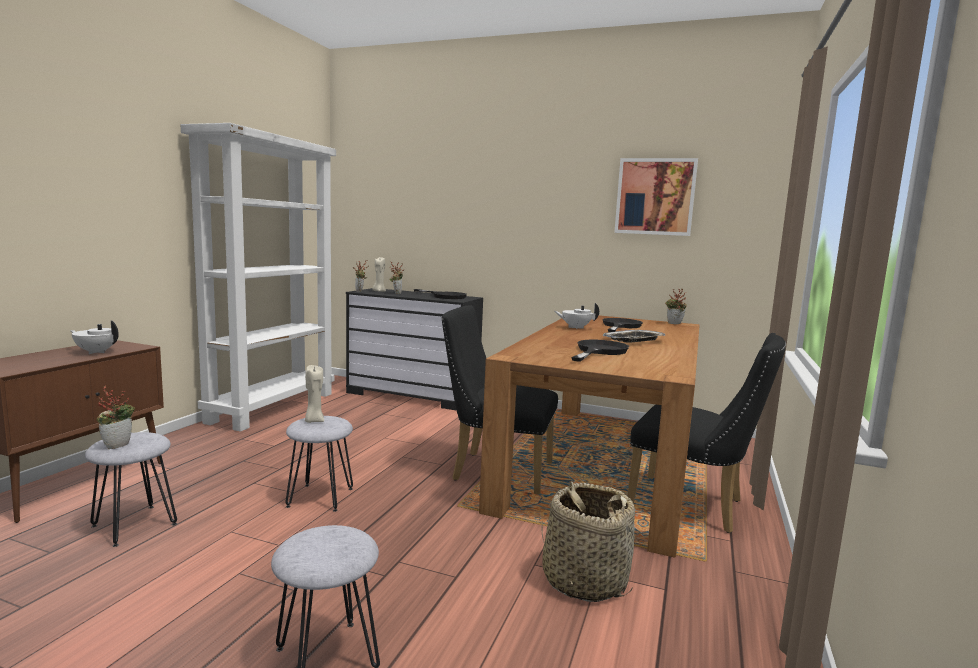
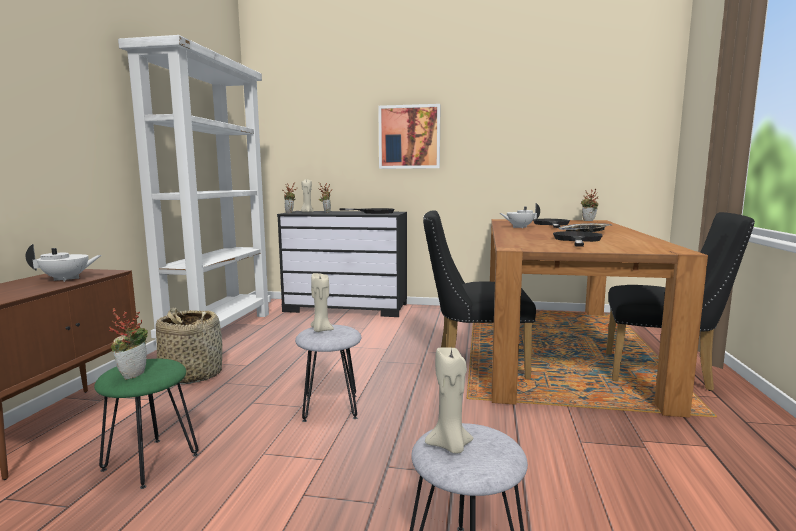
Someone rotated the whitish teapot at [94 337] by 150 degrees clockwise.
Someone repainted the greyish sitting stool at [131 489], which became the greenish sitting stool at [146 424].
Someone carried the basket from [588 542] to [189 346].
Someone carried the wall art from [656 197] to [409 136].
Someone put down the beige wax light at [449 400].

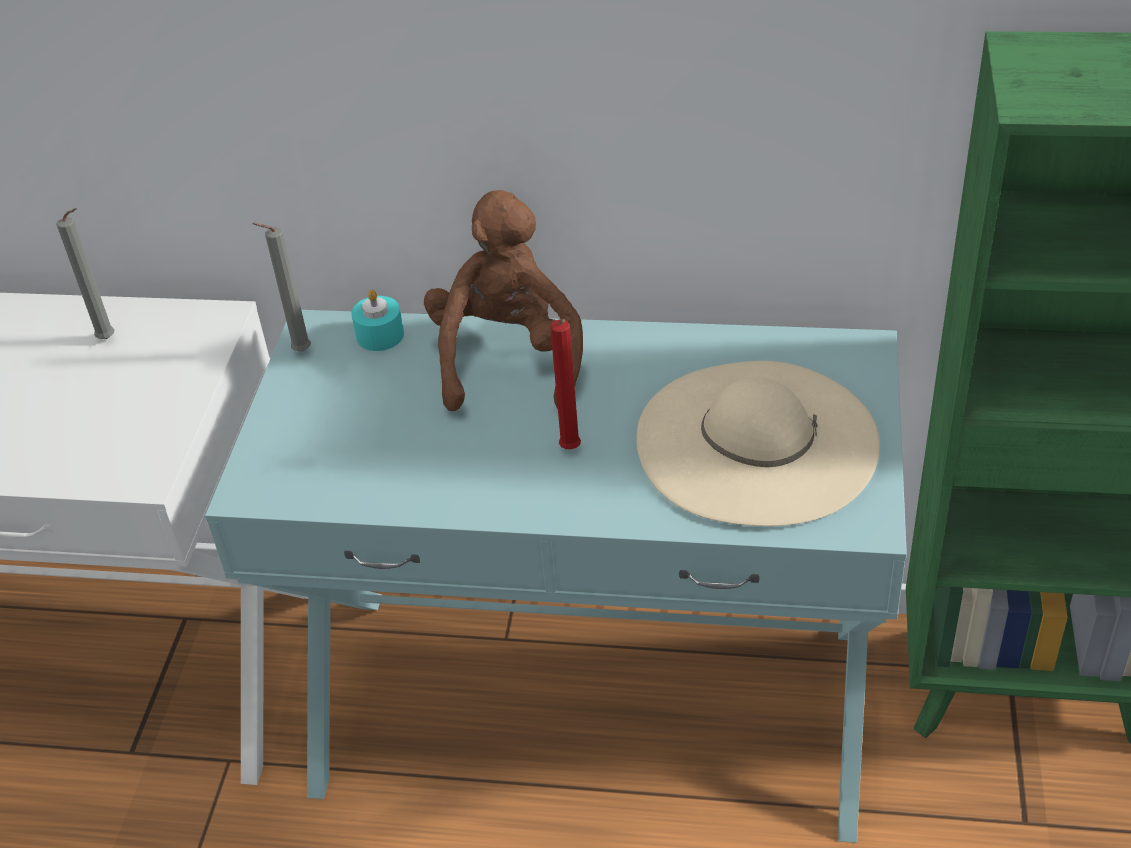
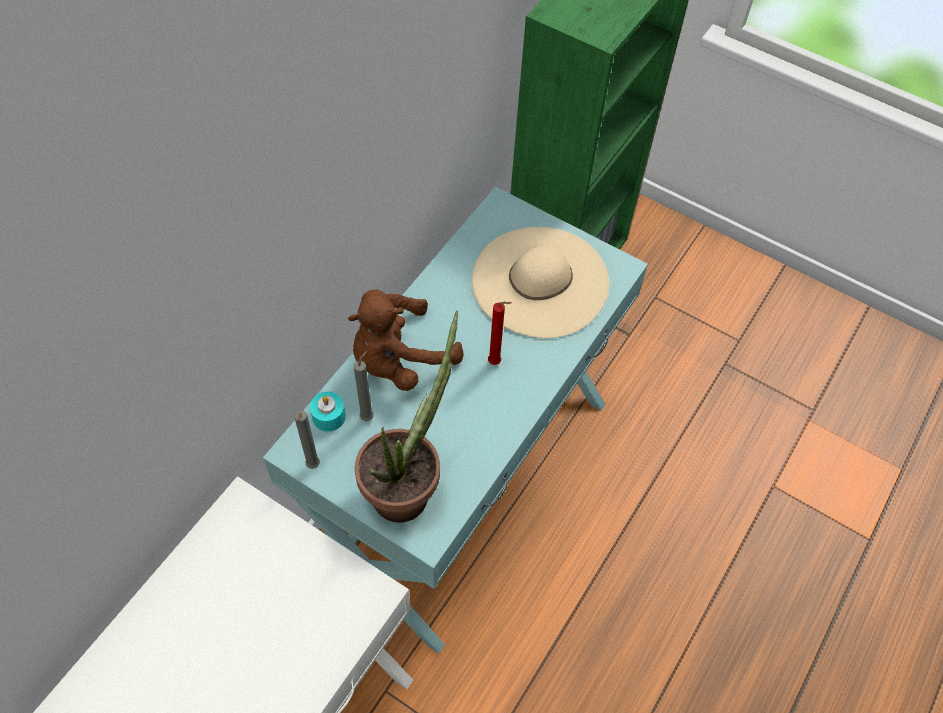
Someone carried the greyish wax light from [85 273] to [364 385].
Someone rotated the brown cuddly toy at [503 300] by 60 degrees counterclockwise.
Someone put down the plant in a pot at [406 416].

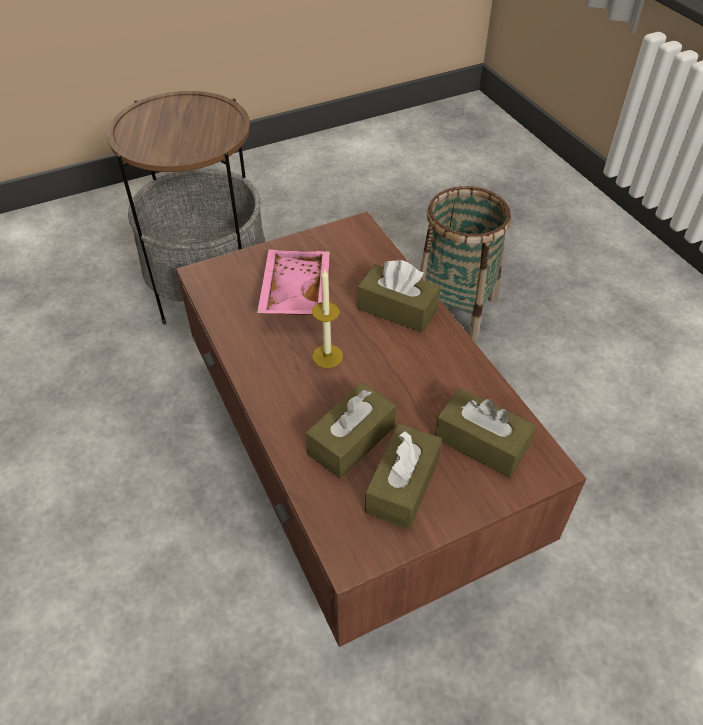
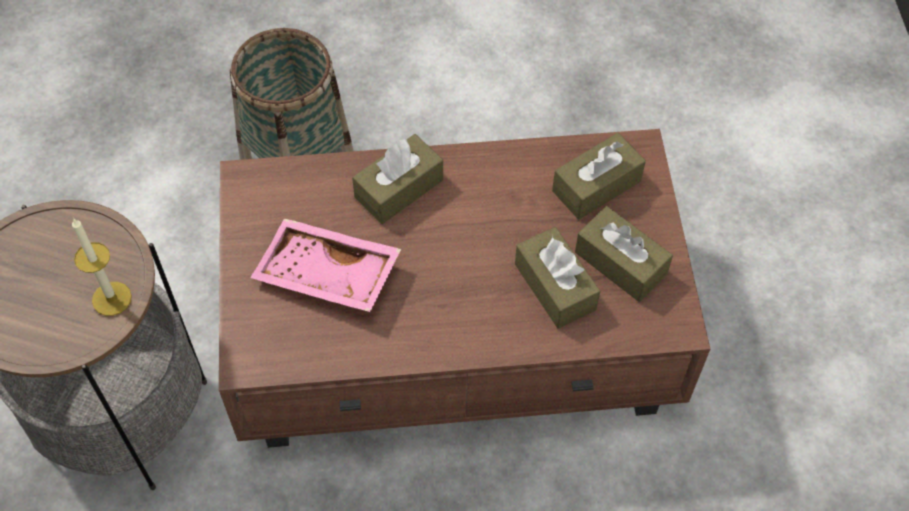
Someone carried the wax light from [327 318] to [102 267].

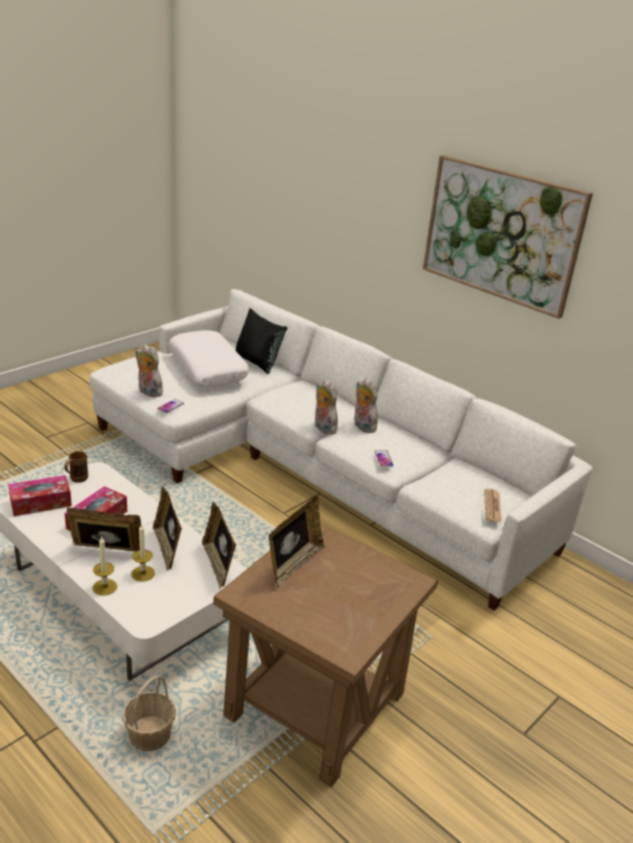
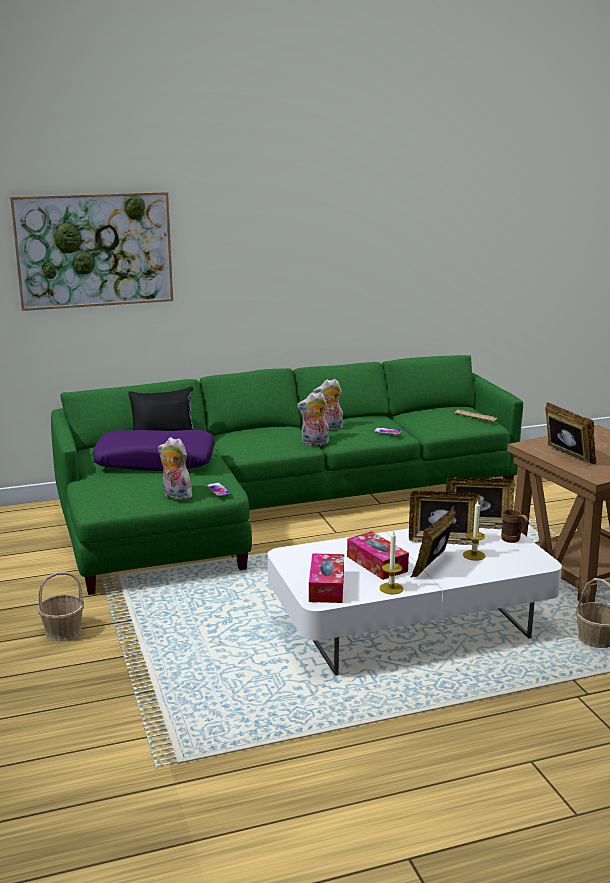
Someone carried the brown coffee mug from [76 466] to [515 526].
Someone repainted the whitish settee at [340 449], which became the greenish settee at [287 475].
Someone carried the wax light from [105 565] to [391 562].
Someone rotated the cuddly toy at [149 370] by 60 degrees clockwise.
Someone repainted the whitish pillow at [208 358], which became the purplish pillow at [154 450].
Someone carried the wall art from [508 237] to [91 251].
Someone put down the basket at [61 606].

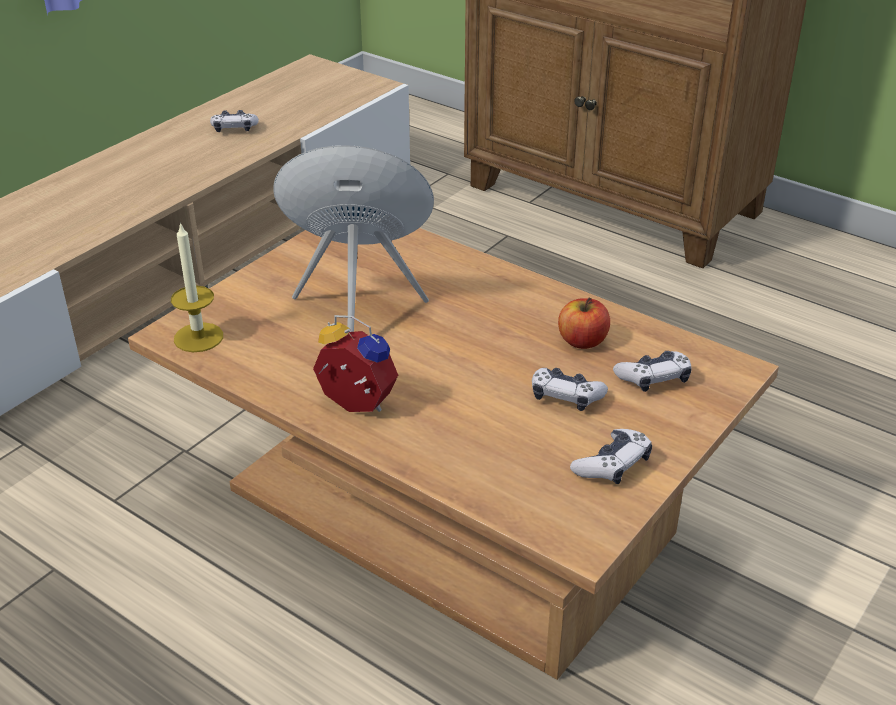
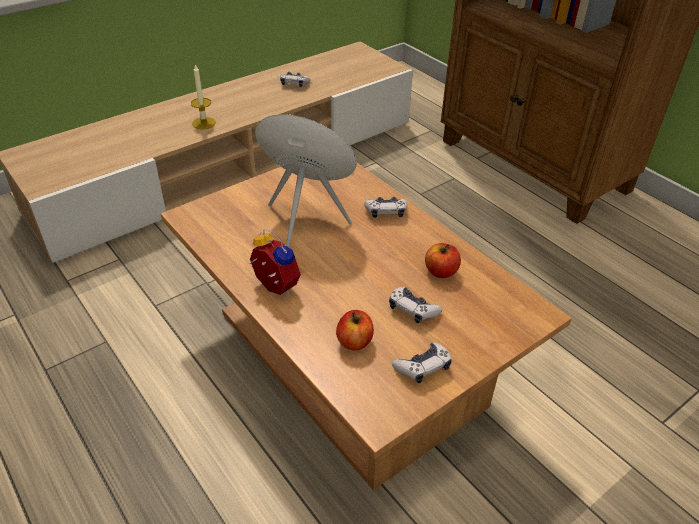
Someone carried the wax light from [197 287] to [203 96].
Someone carried the game controller from [652 371] to [385 207].
Someone put down the apple at [355 330].

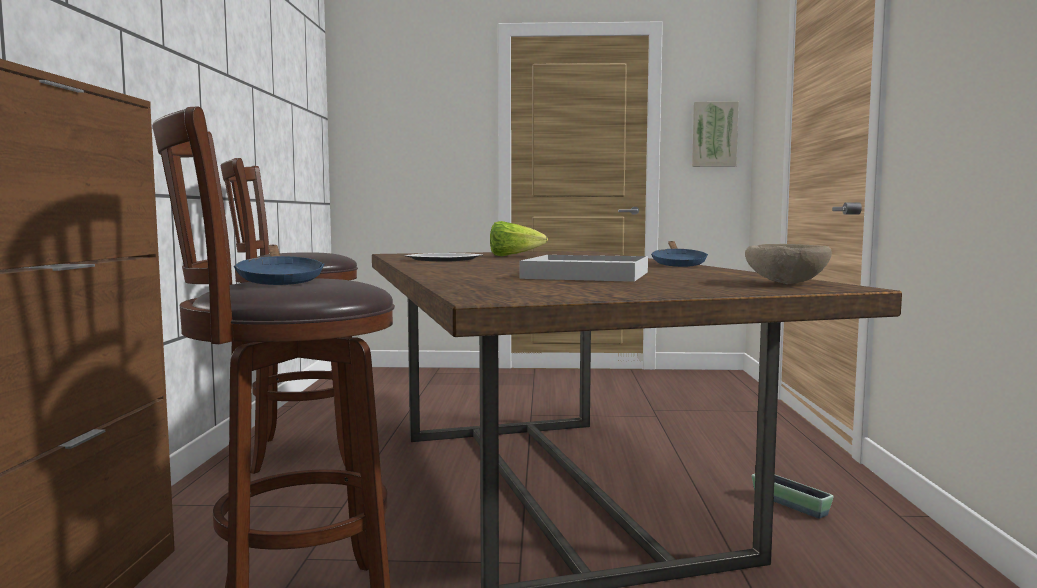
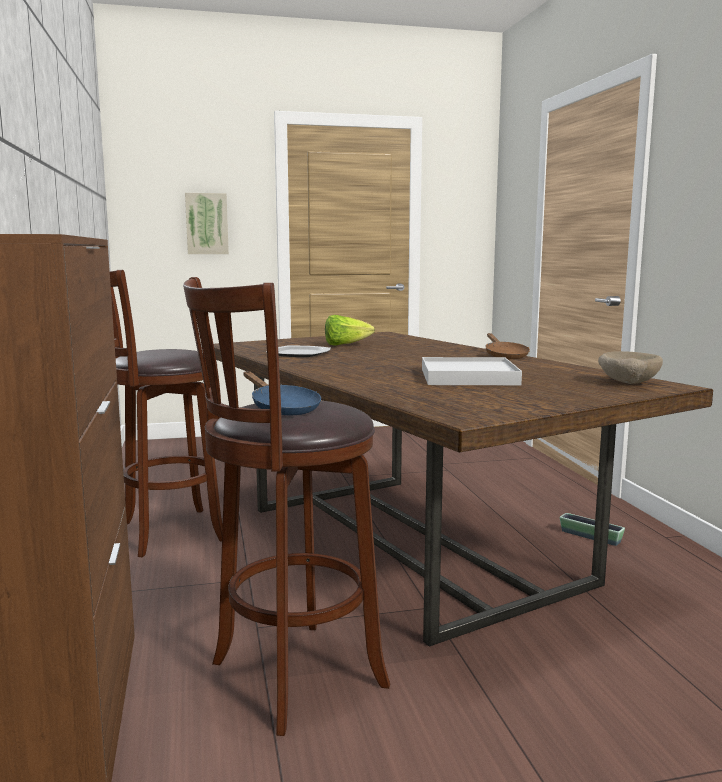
Someone repainted the blue-coloured frying pan at [679 254], which became the brown frying pan at [507 346].
Someone carried the wall art from [715 134] to [207 223].

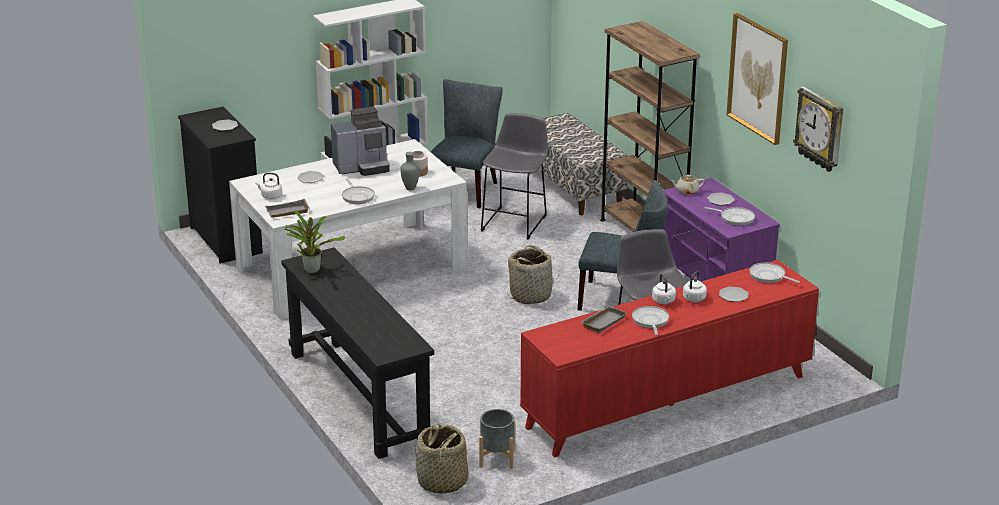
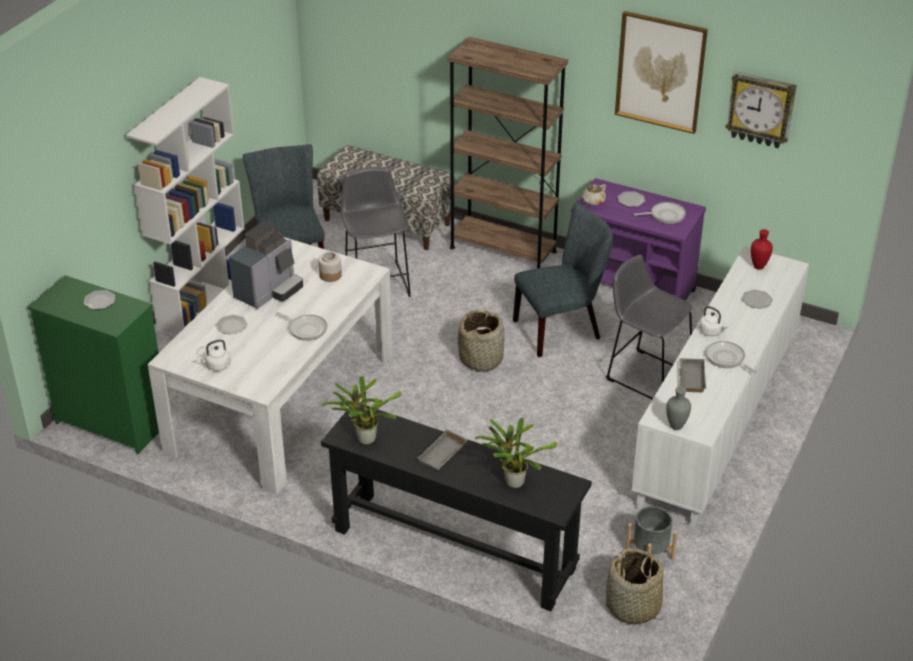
Someone repainted the blackish dresser at [220 185], which became the greenish dresser at [93 364].
Someone carried the greyish serving tray from [287 208] to [442 449].
Someone carried the greyish vase from [410 171] to [678 408].
Someone repainted the red-coloured cupboard at [669 358], which became the whitish cupboard at [720 387].
Someone took away the whitish water kettle at [695 286].
Someone swapped the frying pan at [774 273] for the red-coloured vase at [762 249].
Someone put down the plant in a pot at [516 453].

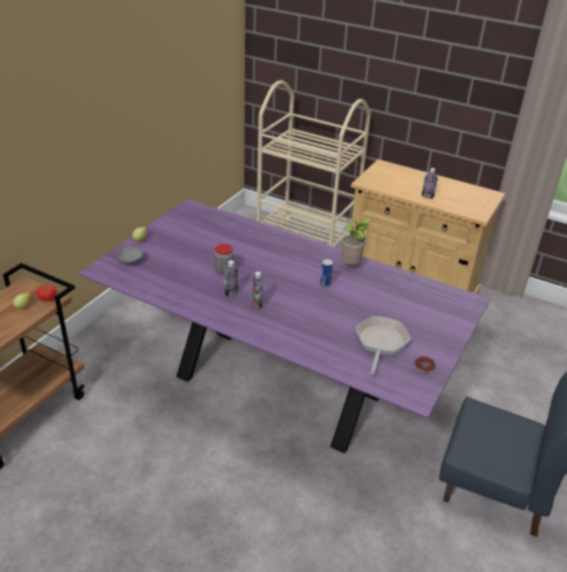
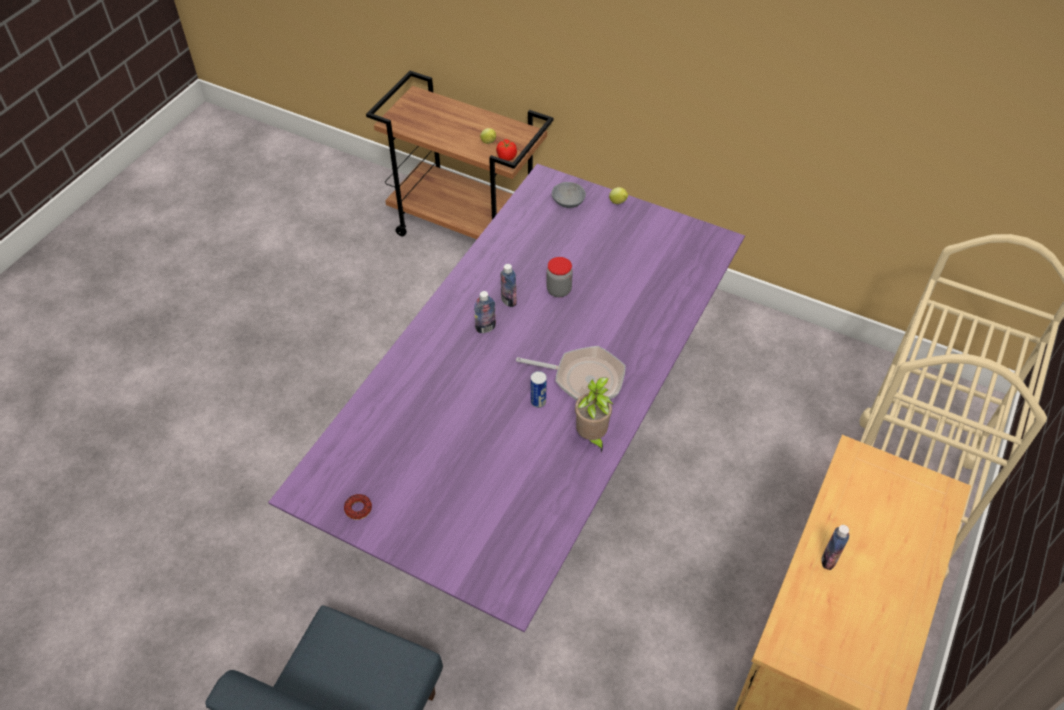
Someone carried the frying pan from [383 345] to [571 373].

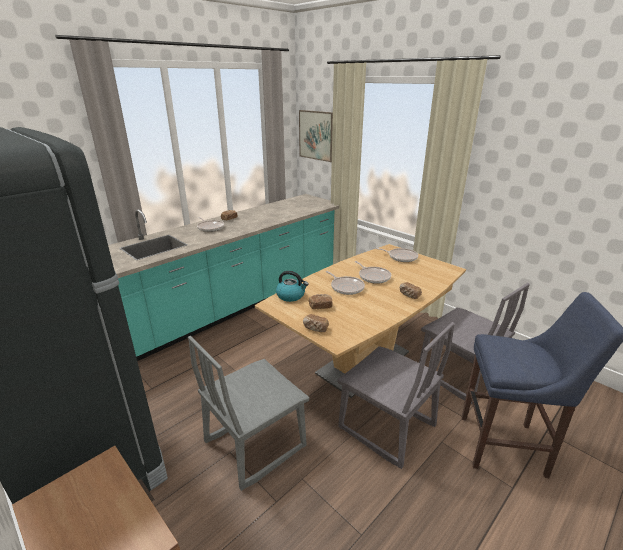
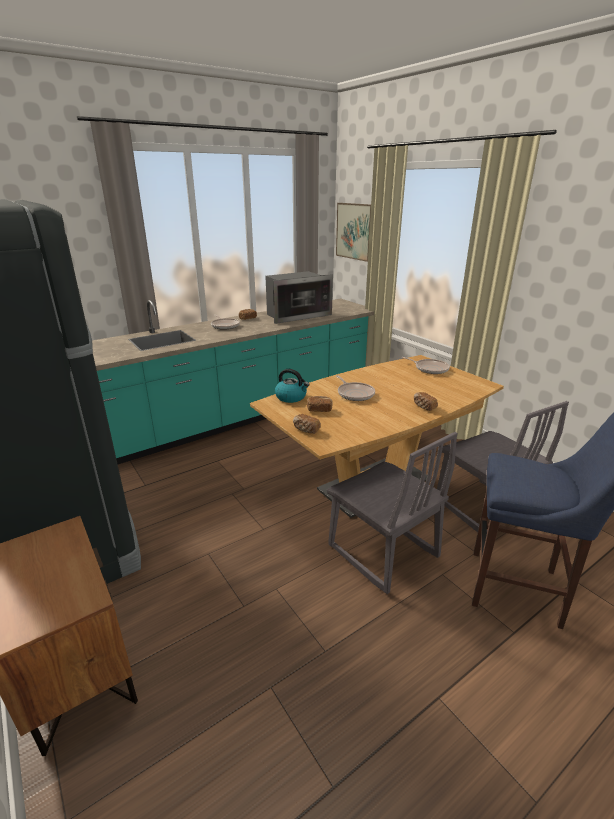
Someone took away the greyish upright chair at [249 413].
Someone took away the frying pan at [373 272].
Someone put down the kitchen microwave at [299 297].

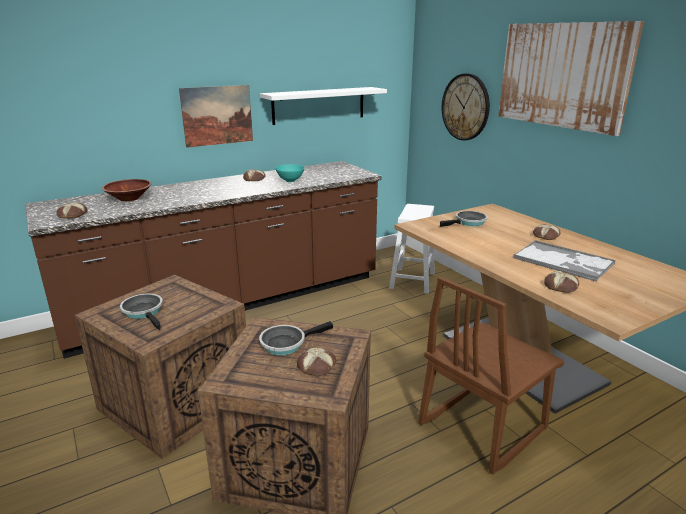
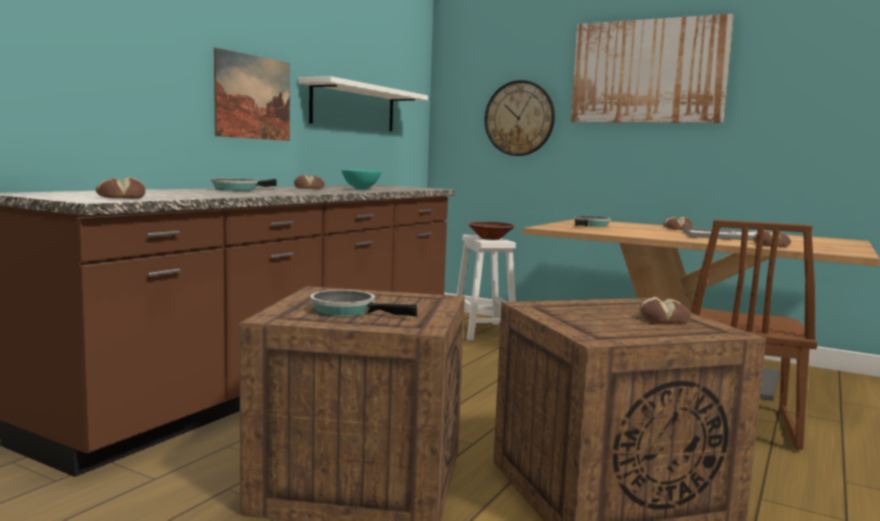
Someone carried the brown deep dish from [126 190] to [491 231].
Someone carried the frying pan from [296 338] to [244 184].

